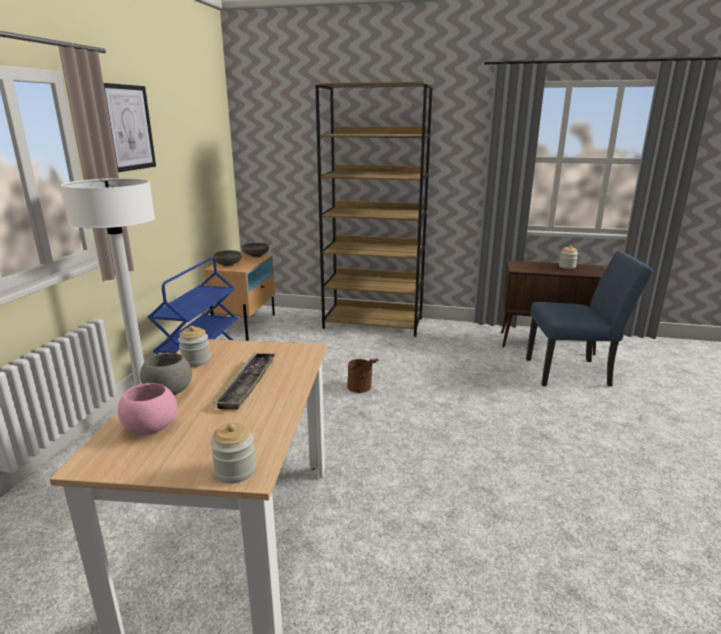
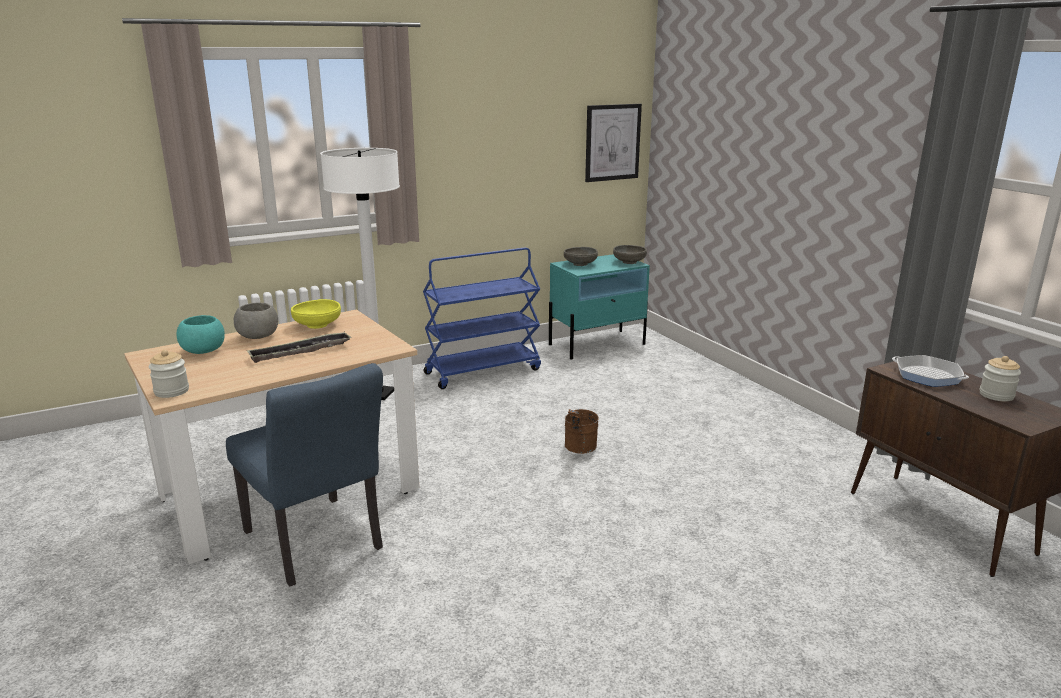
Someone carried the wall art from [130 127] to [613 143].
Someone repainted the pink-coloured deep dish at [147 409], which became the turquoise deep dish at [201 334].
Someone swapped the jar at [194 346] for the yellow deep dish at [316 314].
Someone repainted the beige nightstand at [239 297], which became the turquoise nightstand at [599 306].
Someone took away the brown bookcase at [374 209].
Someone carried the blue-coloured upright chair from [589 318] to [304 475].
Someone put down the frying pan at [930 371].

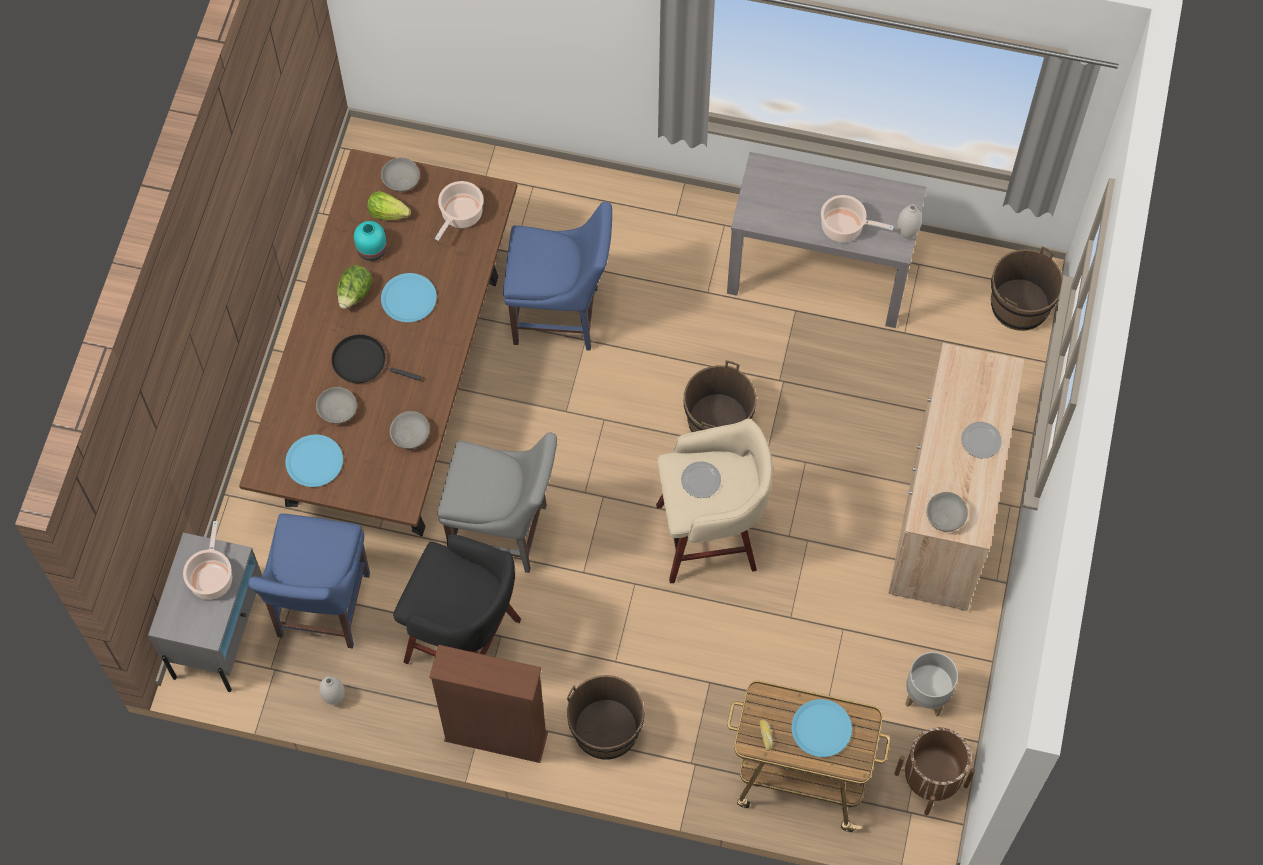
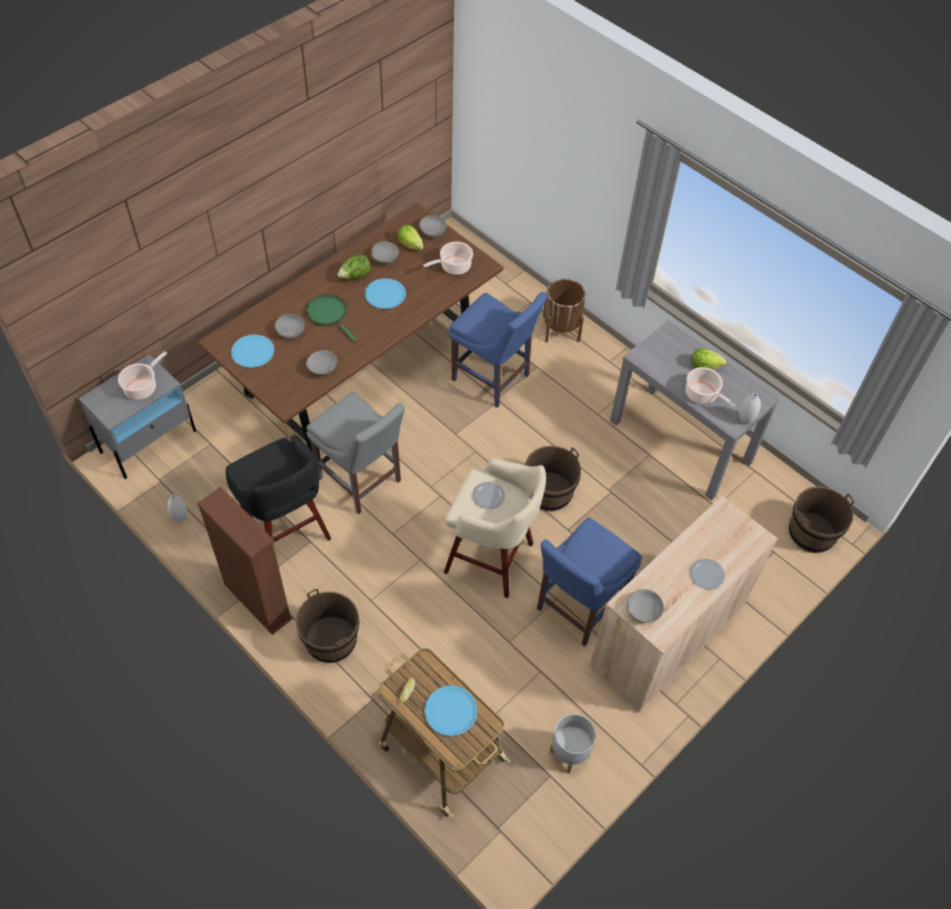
Someone carried the blue-coloured upright chair from [309 581] to [589 581].
Someone repainted the blackish frying pan at [376 358], which became the greenish frying pan at [331 317].
Someone swapped the turquoise vase at [370 241] for the greyish deep dish at [385 252].
Someone carried the brown flower pot from [934 771] to [564 310].
Someone put down the head of lettuce at [709 359].

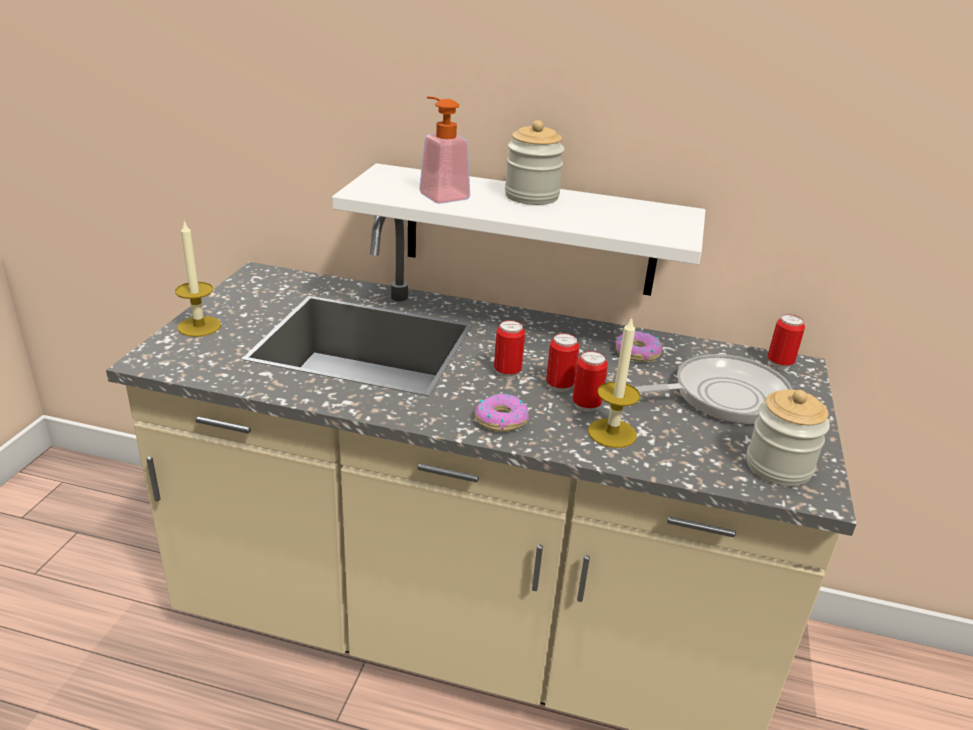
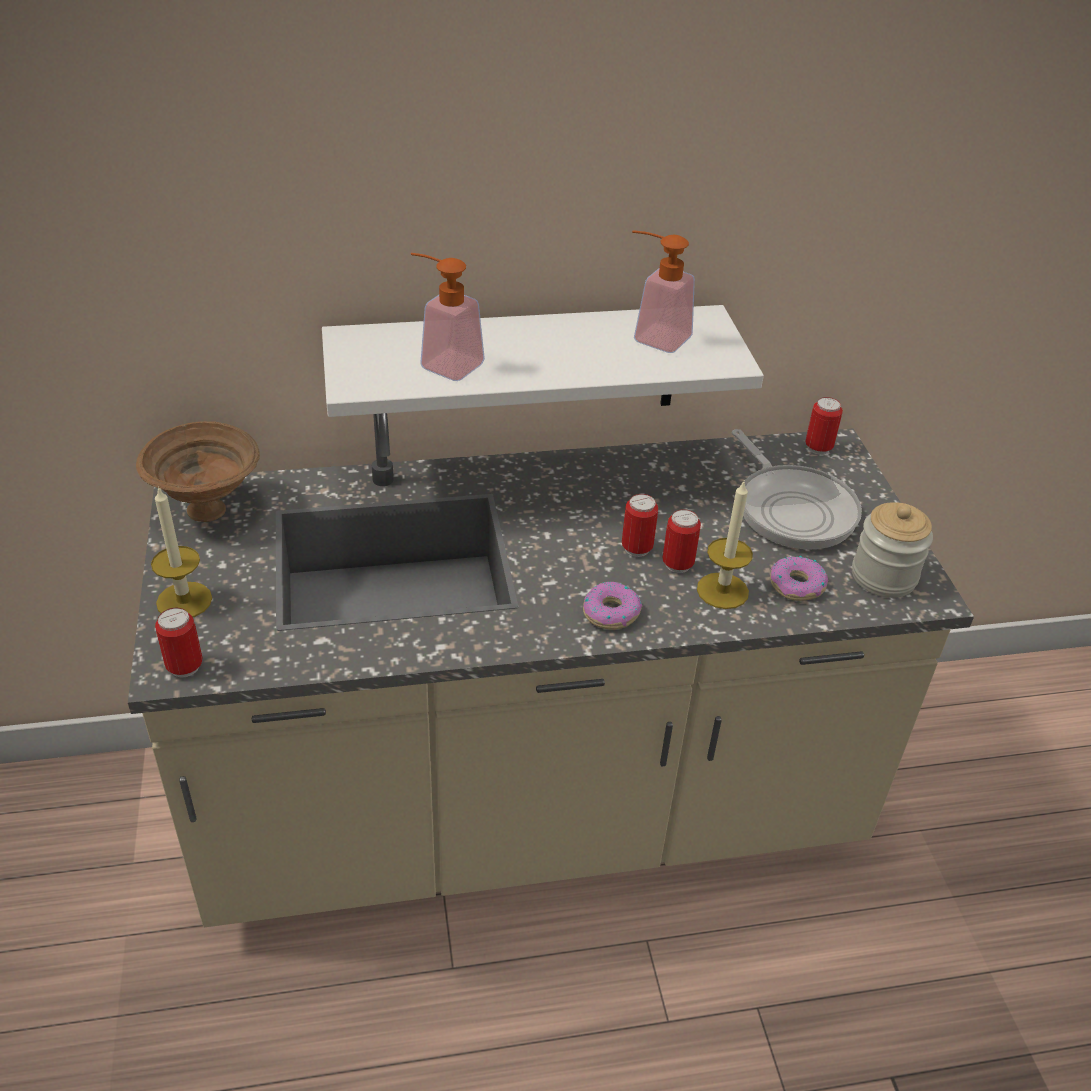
Someone carried the metal can from [509 349] to [178 643].
Someone took away the jar at [535 162].
Someone carried the doughnut from [639 346] to [799 578].
Someone rotated the frying pan at [714 389] by 105 degrees clockwise.
Someone put down the brown deep dish at [198 471].
Someone put down the liquid soap bottle at [663 291].

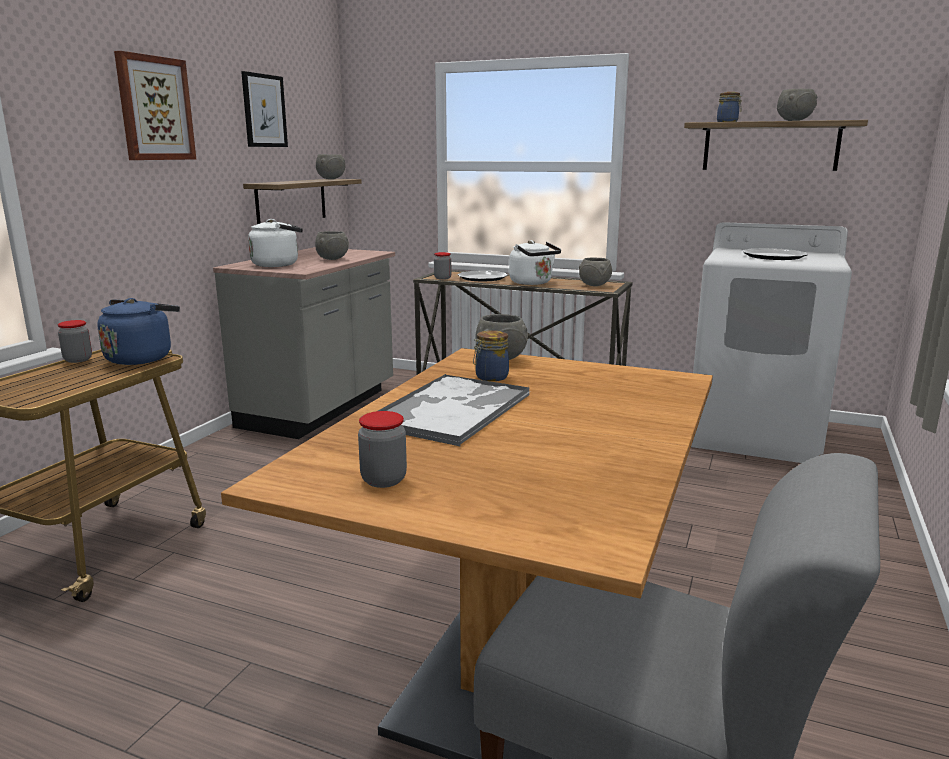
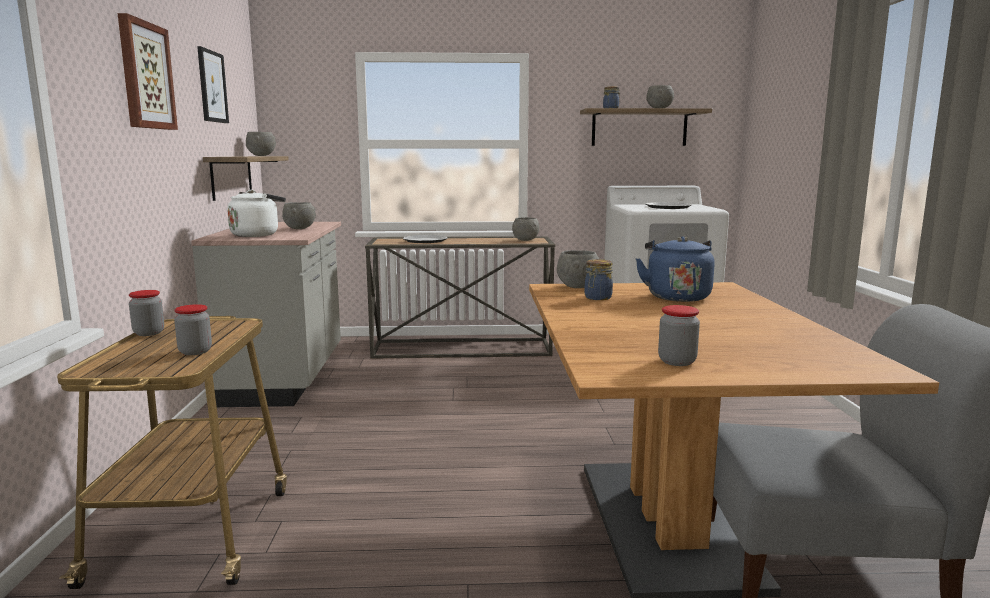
Someone carried the blue-coloured water kettle from [138 331] to [675 269].
Someone took away the serving tray at [454 410].
Someone carried the jar from [442 266] to [193 329].
Someone took away the whitish water kettle at [535 262].

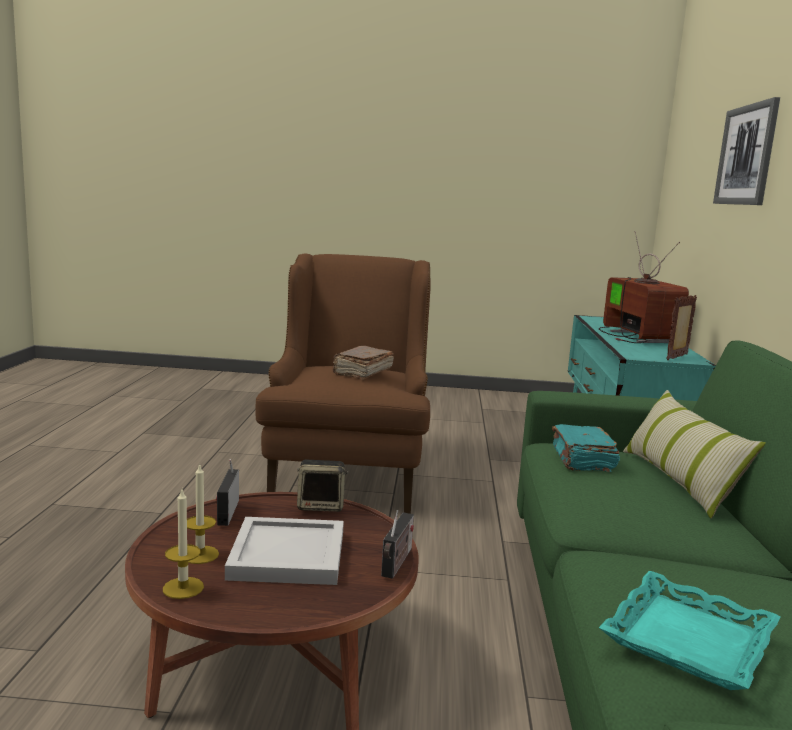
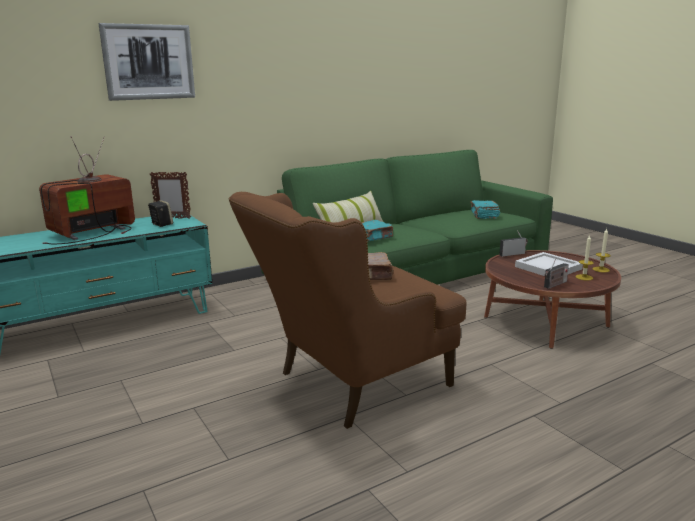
Someone carried the loudspeaker from [323 486] to [160 213].
Someone swapped the turquoise serving tray at [689 630] for the turquoise volume at [485 209].

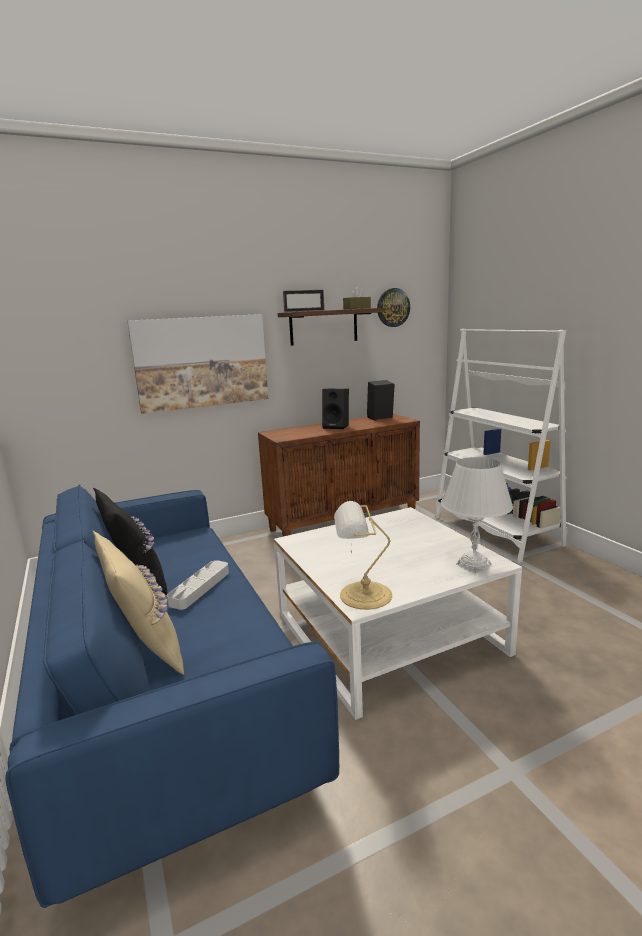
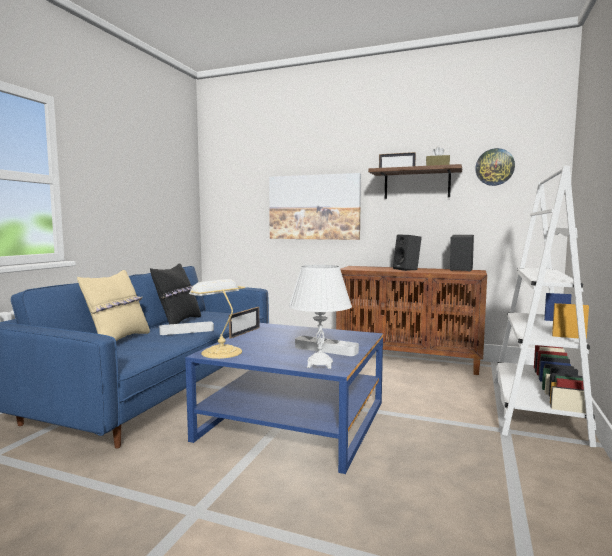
Someone repainted the whitish low table at [398 613], which became the blue-coloured low table at [284 398].
Someone put down the picture frame at [244 323].
Someone put down the greyish serving tray at [327 346].

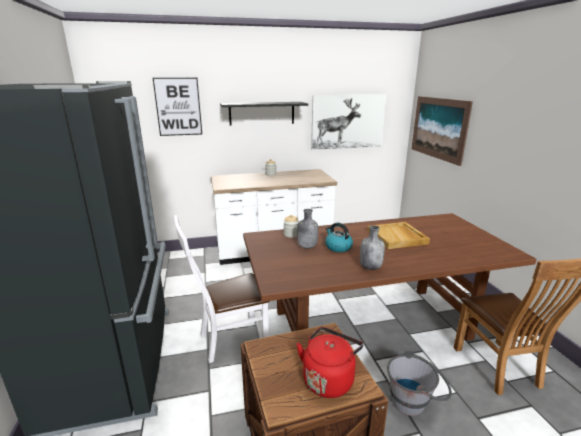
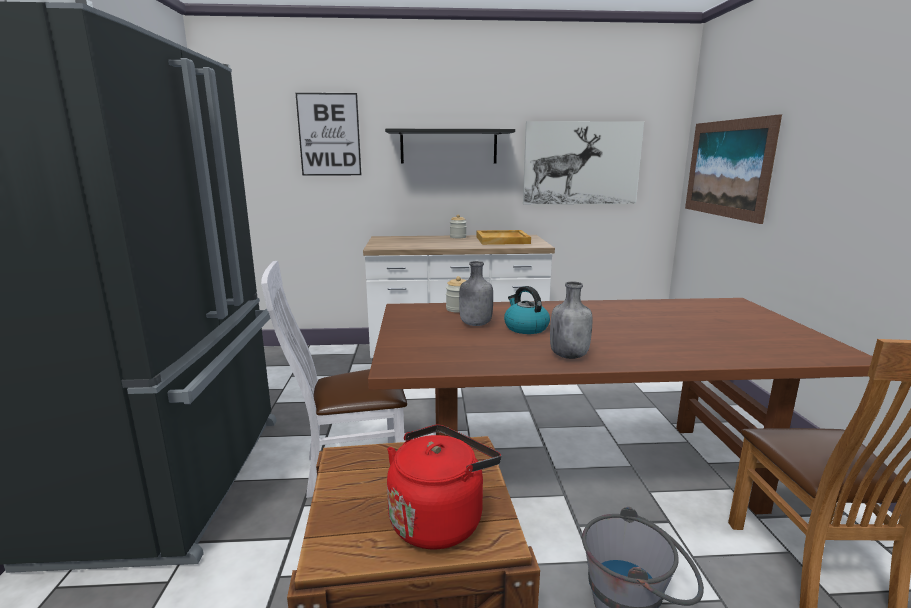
Someone carried the beige serving tray from [399 235] to [503 237].

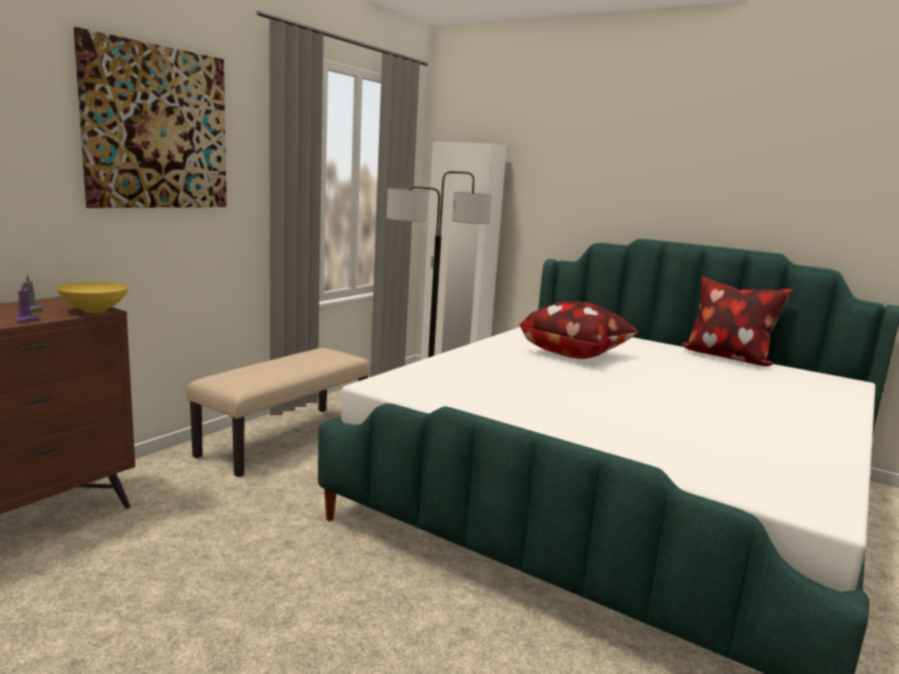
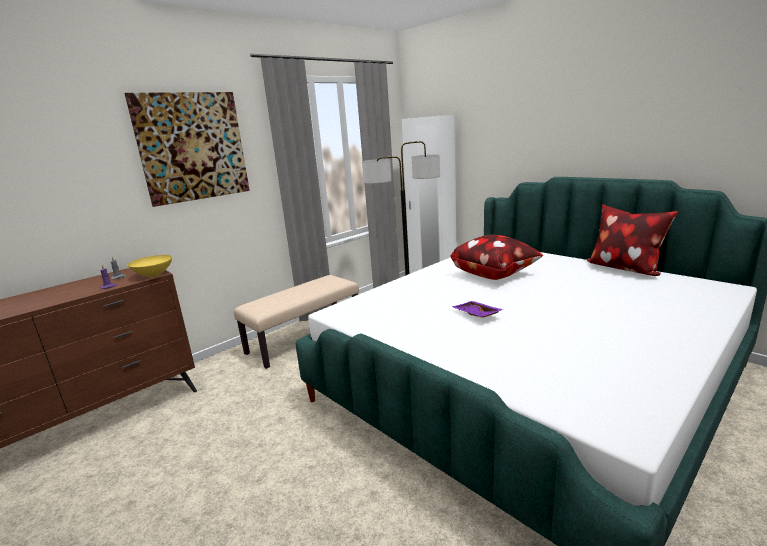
Someone put down the purplish serving tray at [477 309].

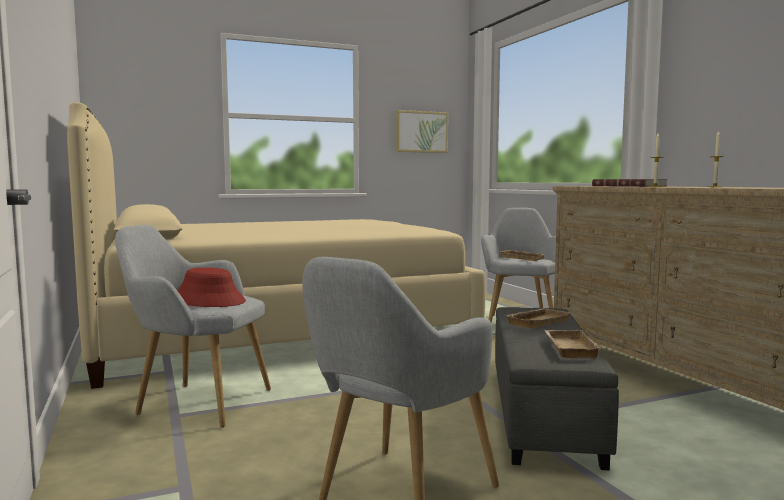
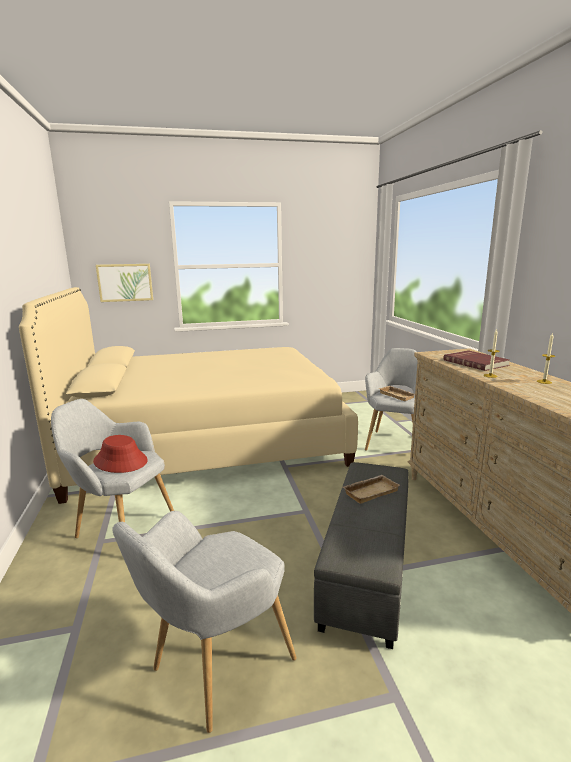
Someone carried the wall art from [422 131] to [124 283].
Someone took away the beige serving tray at [573 344].

